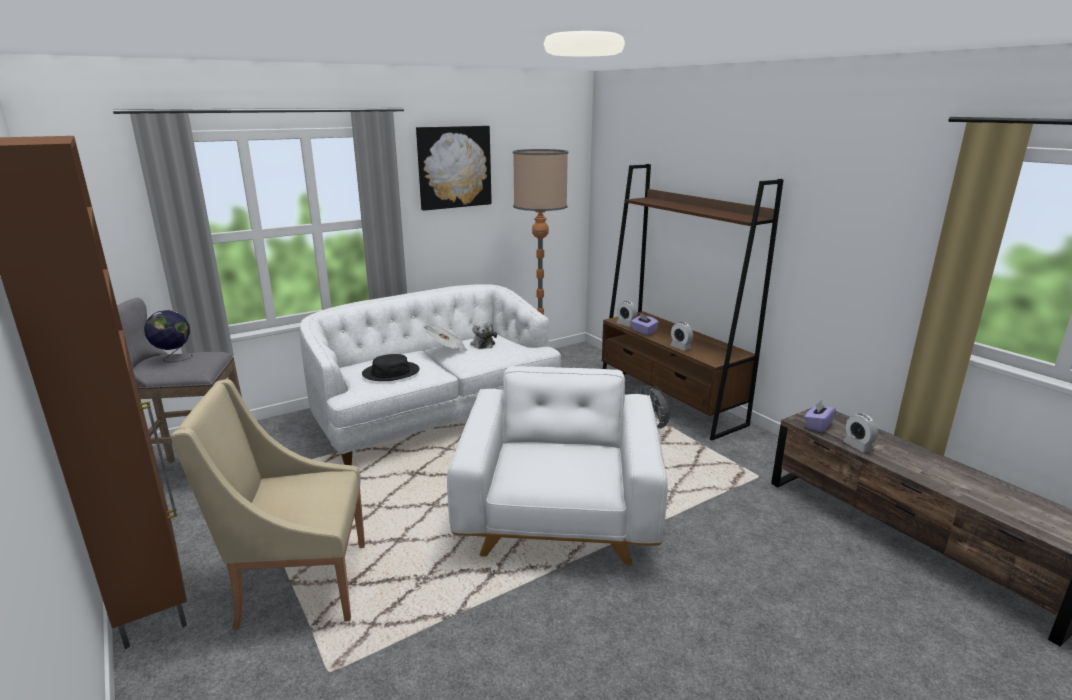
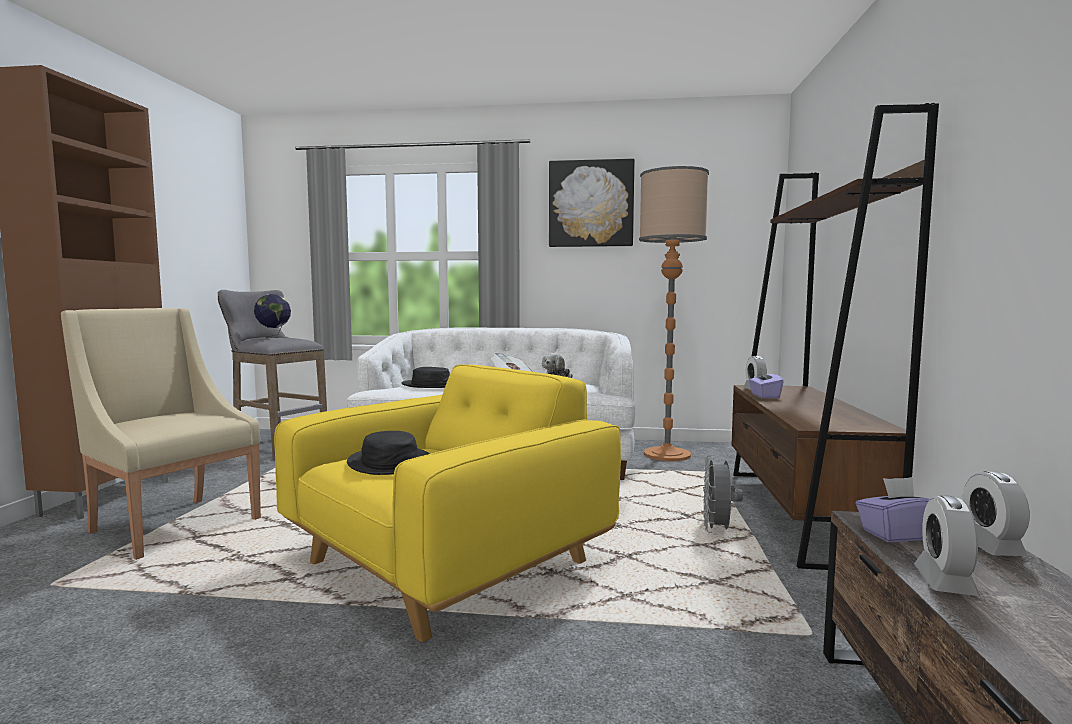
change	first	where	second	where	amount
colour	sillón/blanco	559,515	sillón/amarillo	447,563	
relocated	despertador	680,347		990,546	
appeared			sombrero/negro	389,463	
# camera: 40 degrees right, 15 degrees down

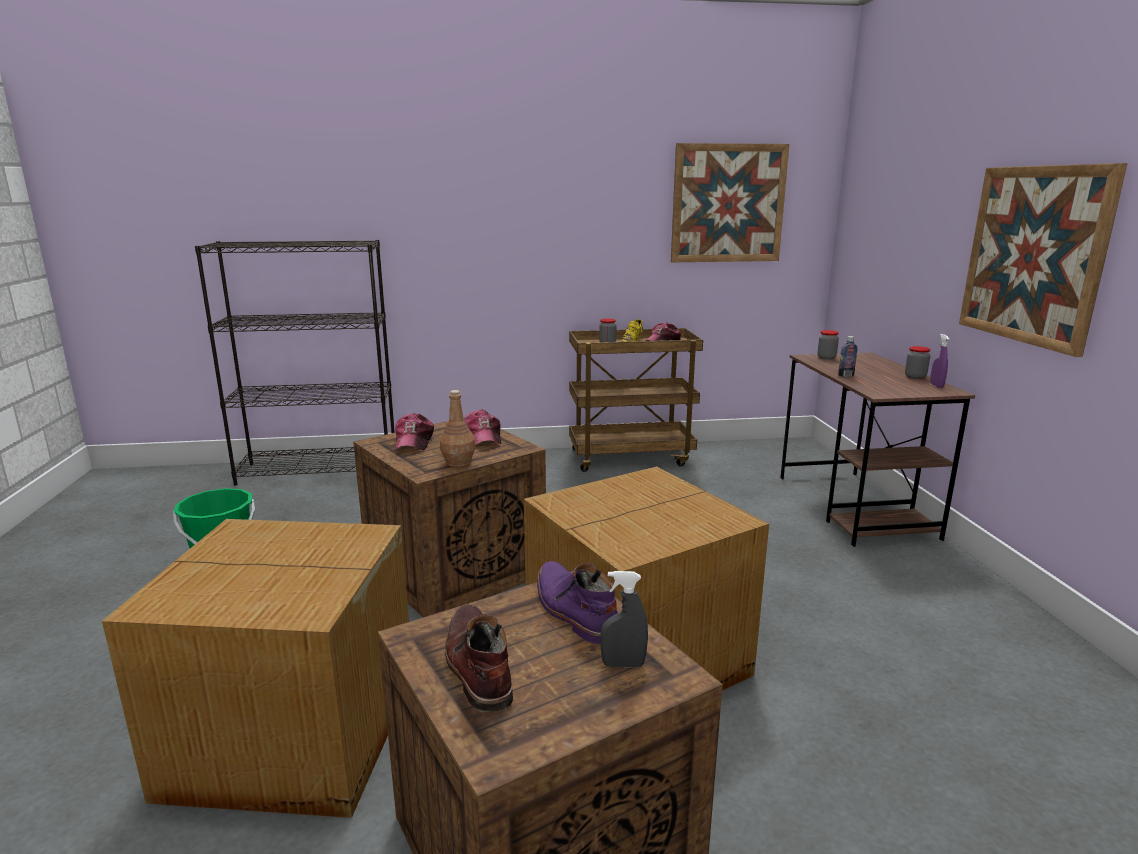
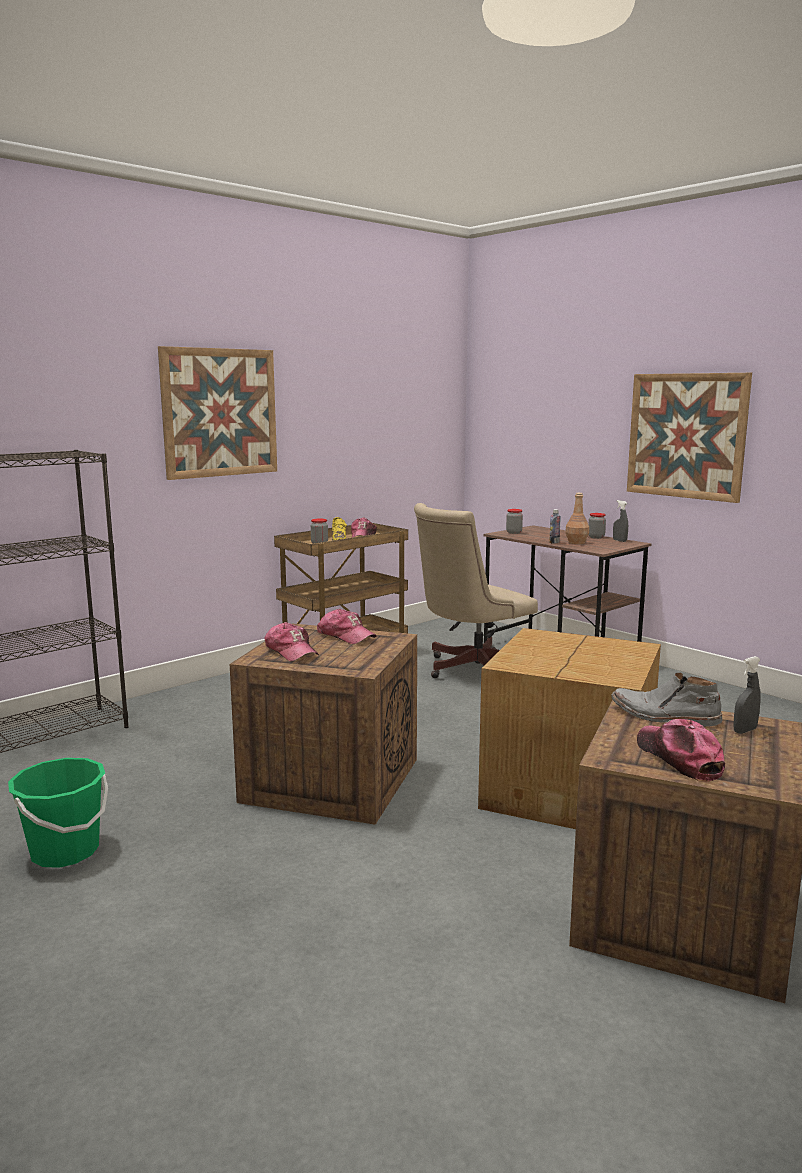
change	first	where	second	where	amount
missing	caja de cartón	296,735			
relocated	botella/marrón	458,462		576,542	
exchanged	bota/marrón	477,666	gorra	679,758	
colour	bota/morado	574,611	bota/gris	664,716	
relocated	cuadro	728,203		220,412	
colour	pulverizador/morado	936,385	pulverizador/gris	619,540	
appeared			silla de oficina/beis	470,670	
# camera: 35 degrees left, 5 degrees down

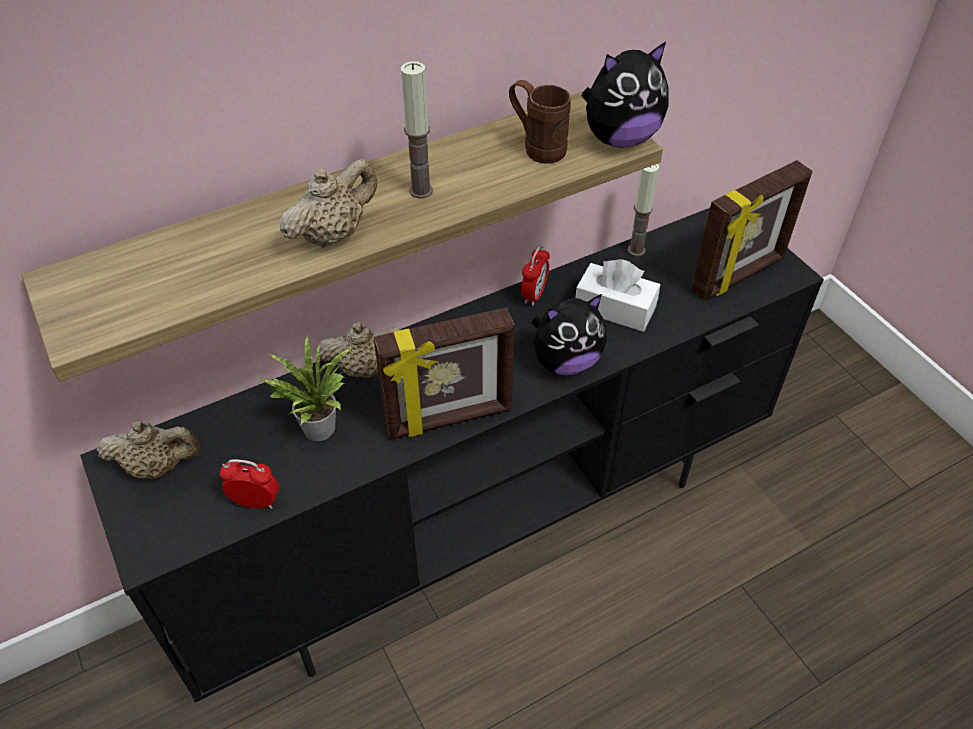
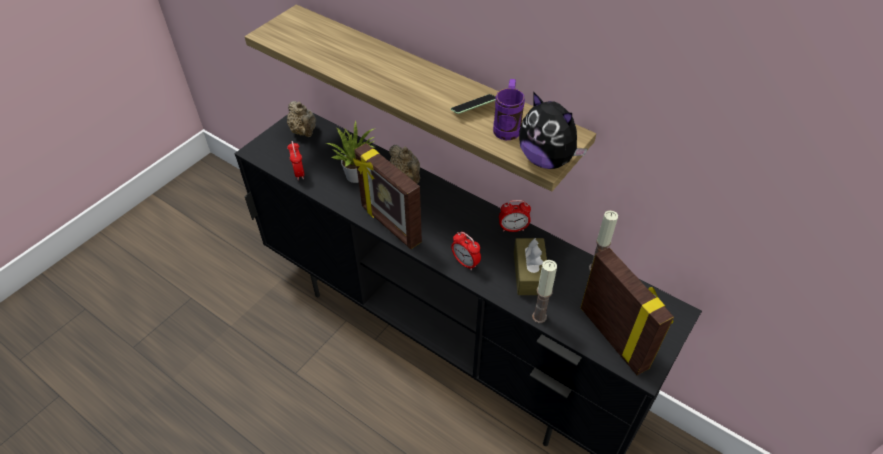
change	first	where	second	where	amount
missing	tetera/beis	333,234			
relocated	vela	421,190		539,317	
colour	taza grande/marrón	536,147	taza grande/morado	507,126	
exchanged	peluche	565,361	despertador	465,263	
colour	caja de pañuelos/blanco	615,308	caja de pañuelos/marrón	529,273	
spun	portarretratos	739,276		614,337	150 degrees counterclockwise
appeared			móvil	473,109	
# camera: 65 degrees right, 0 degrees up

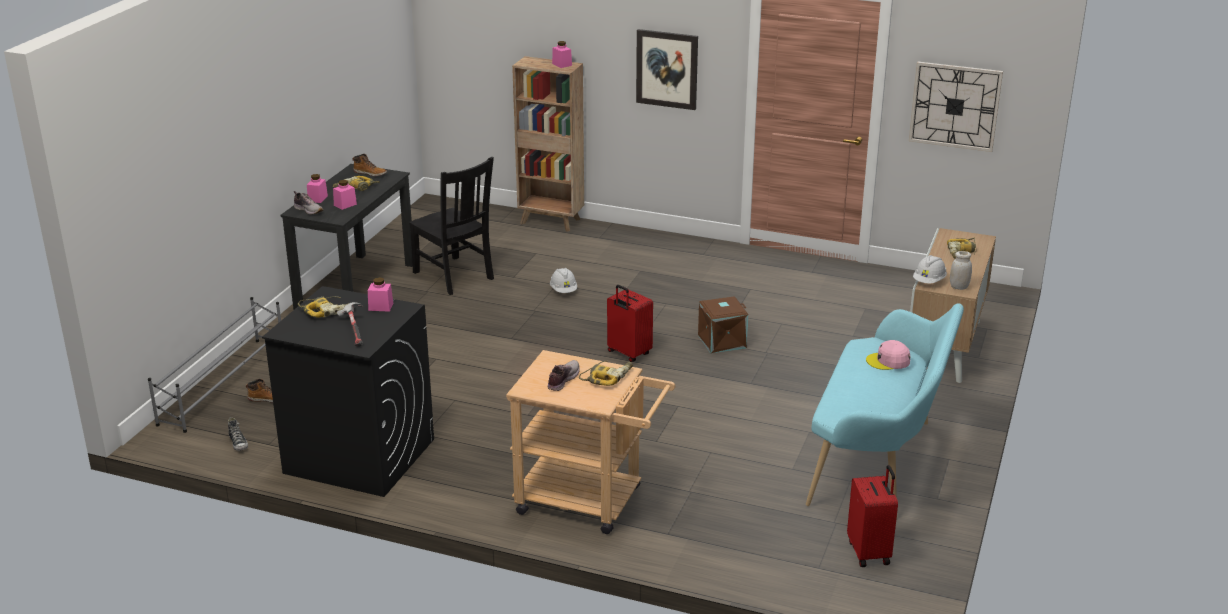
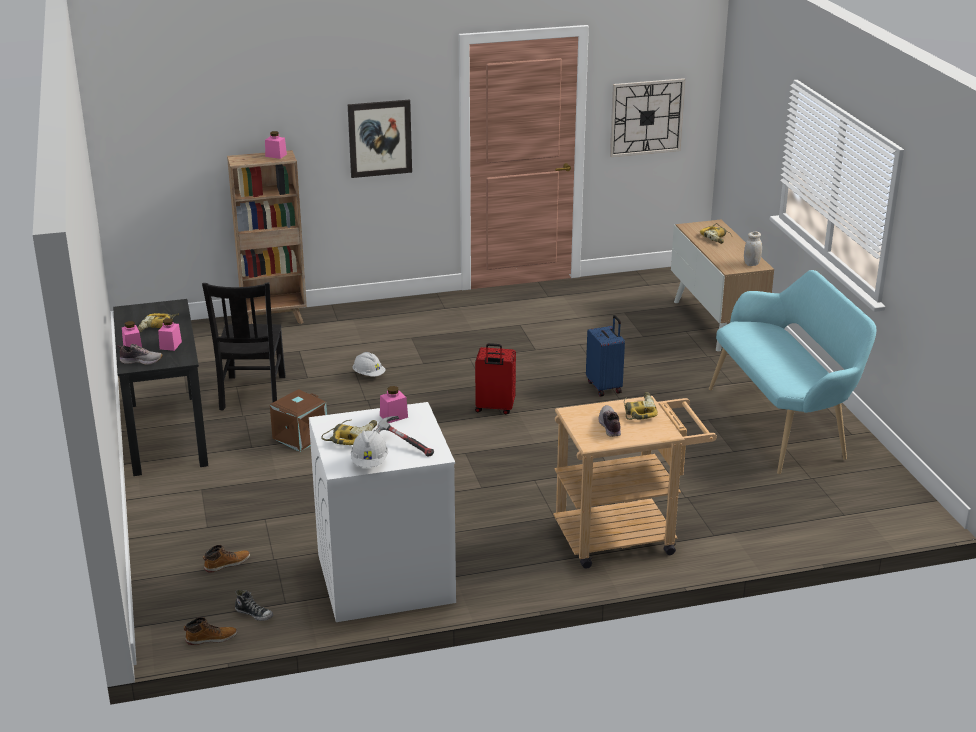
change	first	where	second	where	amount
missing	zapatero/gris	224,383			
colour	lavadora/negro	358,456	lavadora/blanco	384,578	
relocated	bota	370,173		211,638	
spun	silla/negro	454,276		252,394	75 degrees clockwise
relocated	caja de almacenaje/marrón	722,341		300,436	
missing	maleta/rojo	870,552			
missing	gorra/rosa	888,361			
relocated	casco/blanco	929,281		369,462	
appeared			maleta/azul	605,387	
# camera: 35 degrees left, 0 degrees up

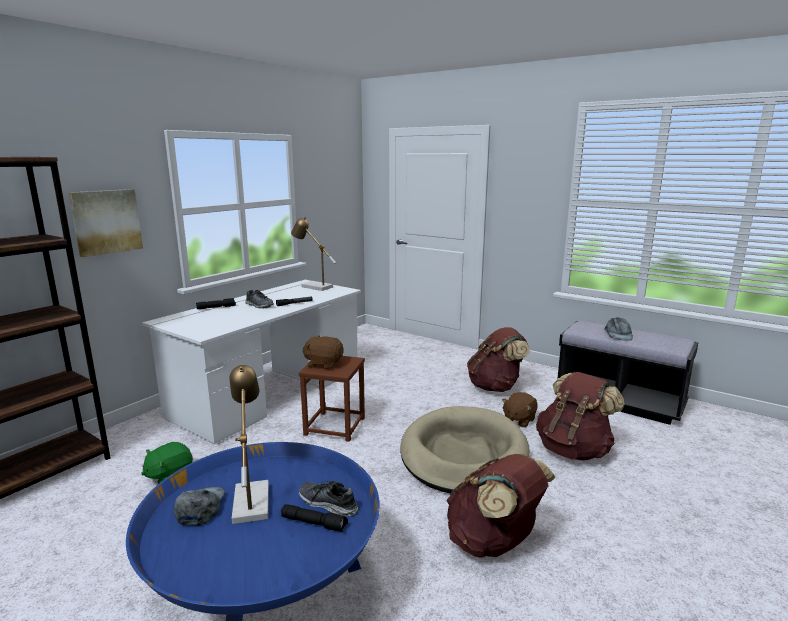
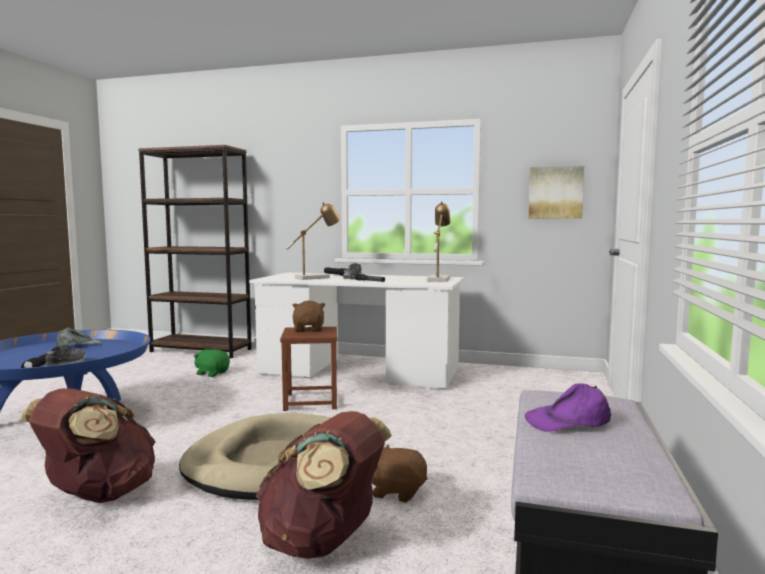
change	first	where	second	where	amount
relocated	cuadro	106,221		555,192	
relocated	lámpara de mesa	250,498		316,278	
missing	mochila/marrón	495,387			
colour	gorra/gris	618,334	gorra/morado	568,421	
# camera: 70 degrees right, 10 degrees down

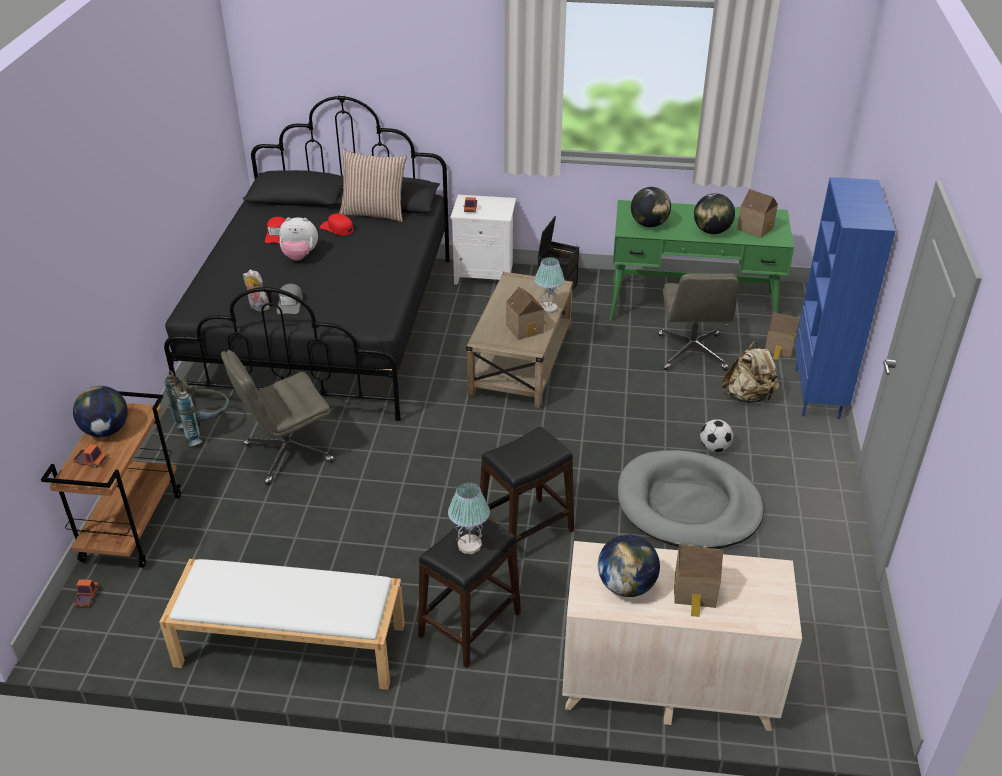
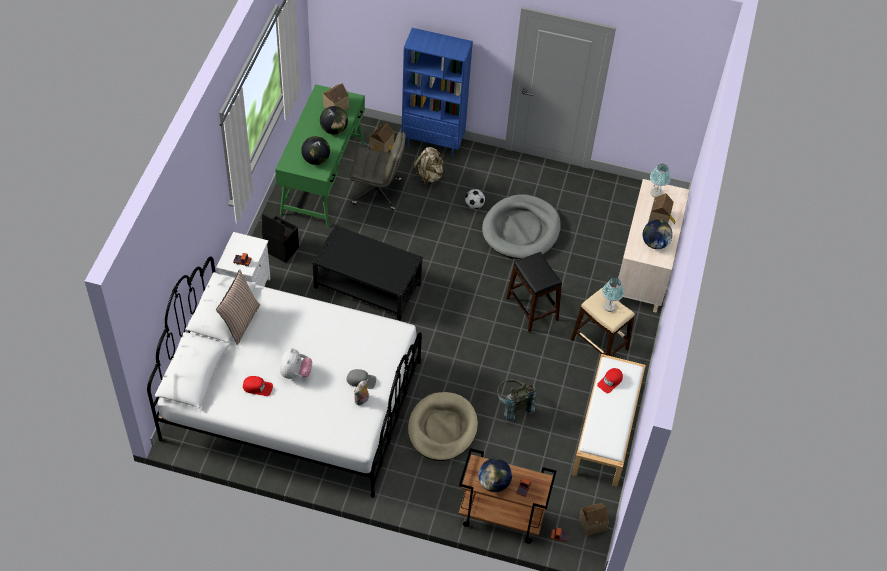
change	first	where	second	where	amount
colour	cama/negro	326,326	cama/blanco	293,400	
relocated	mochila/gris	204,428		512,406	
exchanged	silla de oficina/gris	287,454	cama para perro/beis	442,428	
relocated	gorra/rojo	337,228		610,381	
colour	taburete/negro	470,625	taburete/beis	599,344	
colour	mesa de centro/beis	521,362	mesa de centro/negro	367,285	
relocated	casita	526,328		591,523	
relocated	lámpara de mesa	548,308		656,193	
# camera: 85 degrees left, 15 degrees up

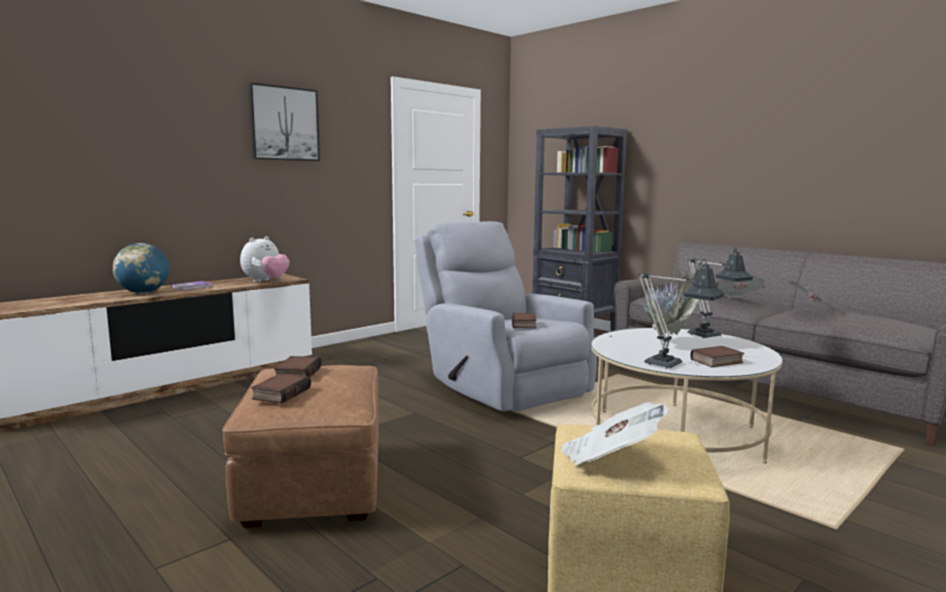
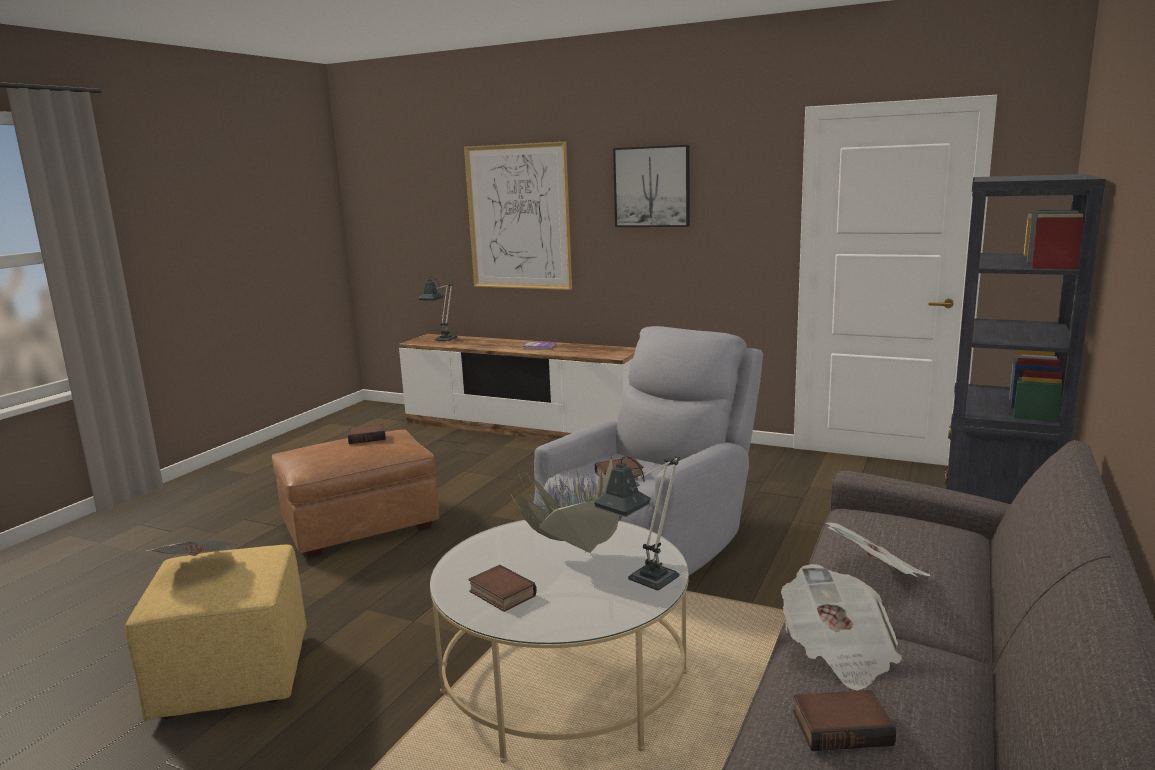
change	first	where	second	where	amount
missing	globo terráqueo	143,293			
missing	peluche	265,281			
relocated	libro	281,393		842,726	
relocated	lámpara de mesa	671,365		443,341	
appeared			cuadro	518,217	
# camera: 70 degrees right, 5 degrees up

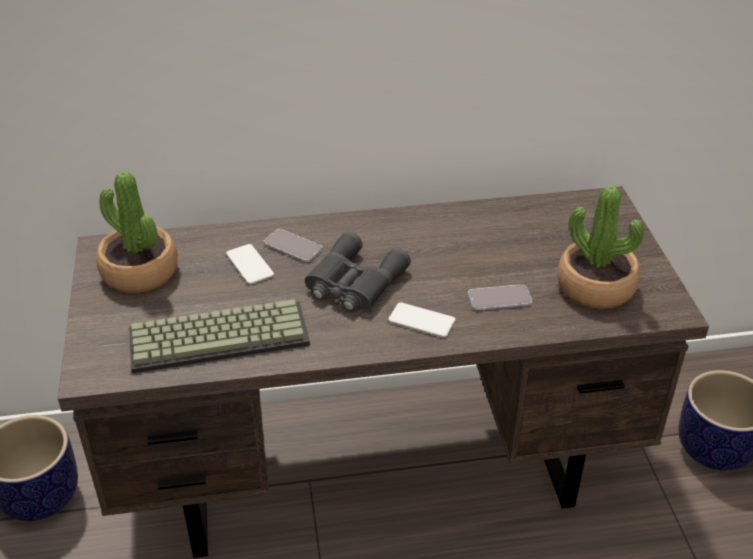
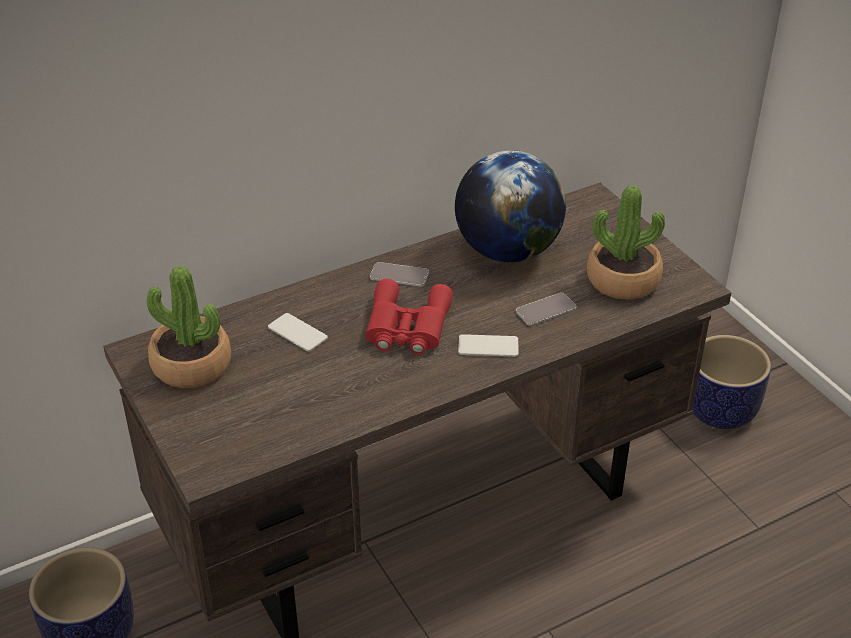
change	first	where	second	where	amount
missing	teclado	220,335			
relocated	móvil	293,246		399,275	
colour	prismáticos/gris	353,283	prismáticos/rojo	406,327	
appeared			globo terráqueo	507,251	
# camera: 20 degrees left, 0 degrees up

